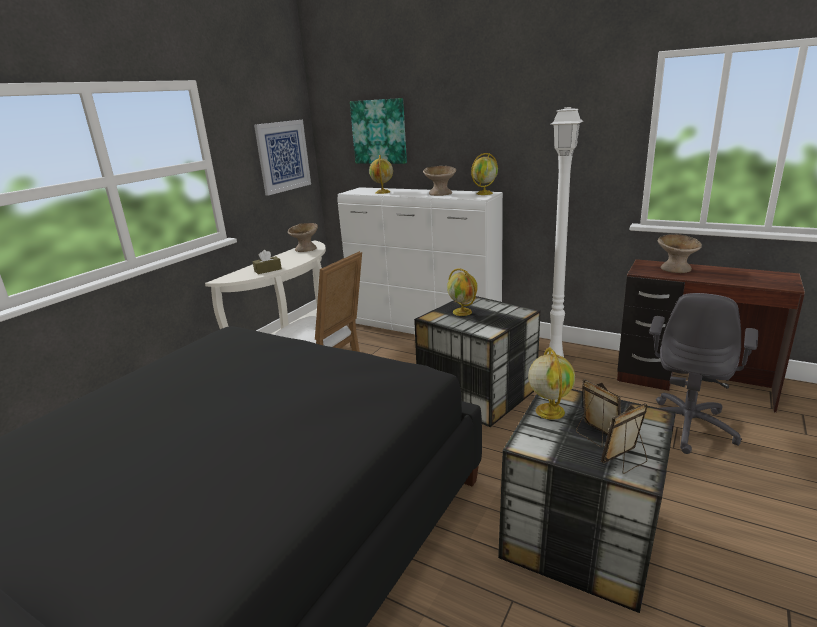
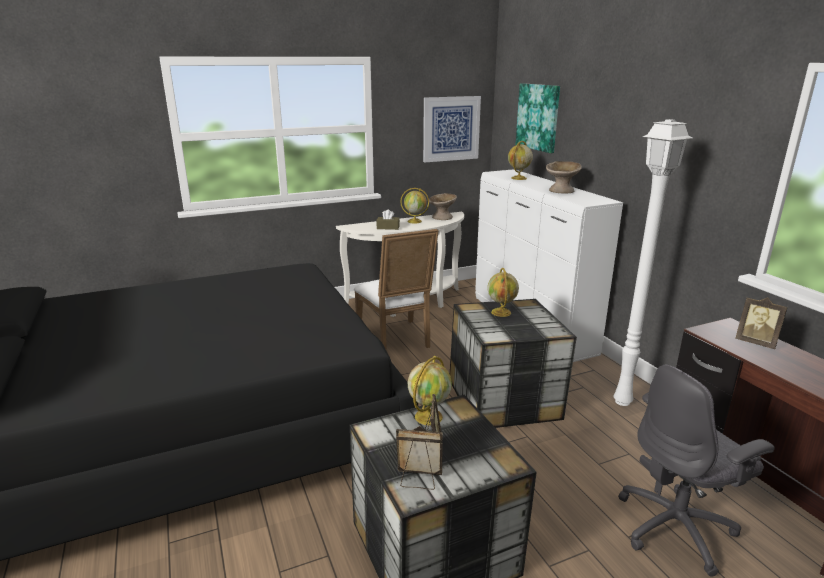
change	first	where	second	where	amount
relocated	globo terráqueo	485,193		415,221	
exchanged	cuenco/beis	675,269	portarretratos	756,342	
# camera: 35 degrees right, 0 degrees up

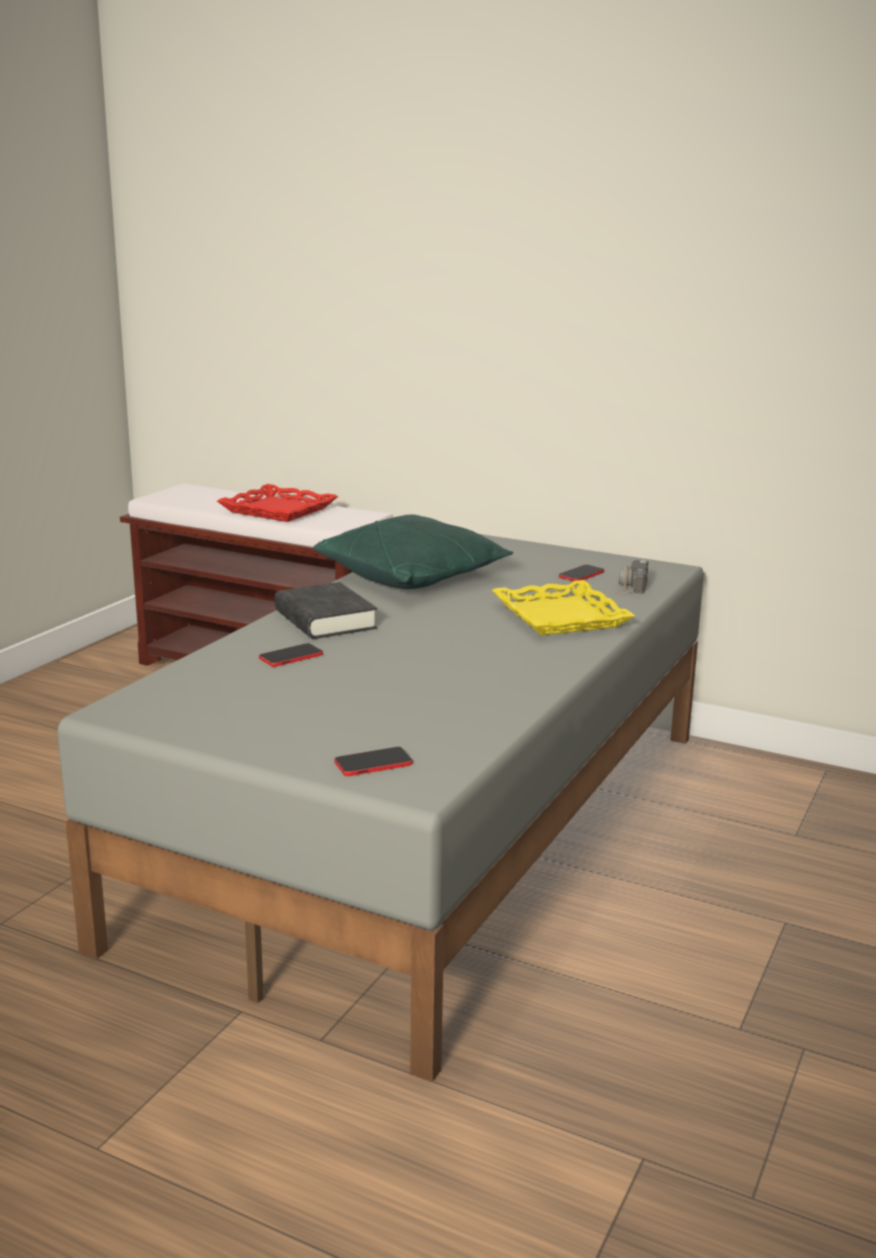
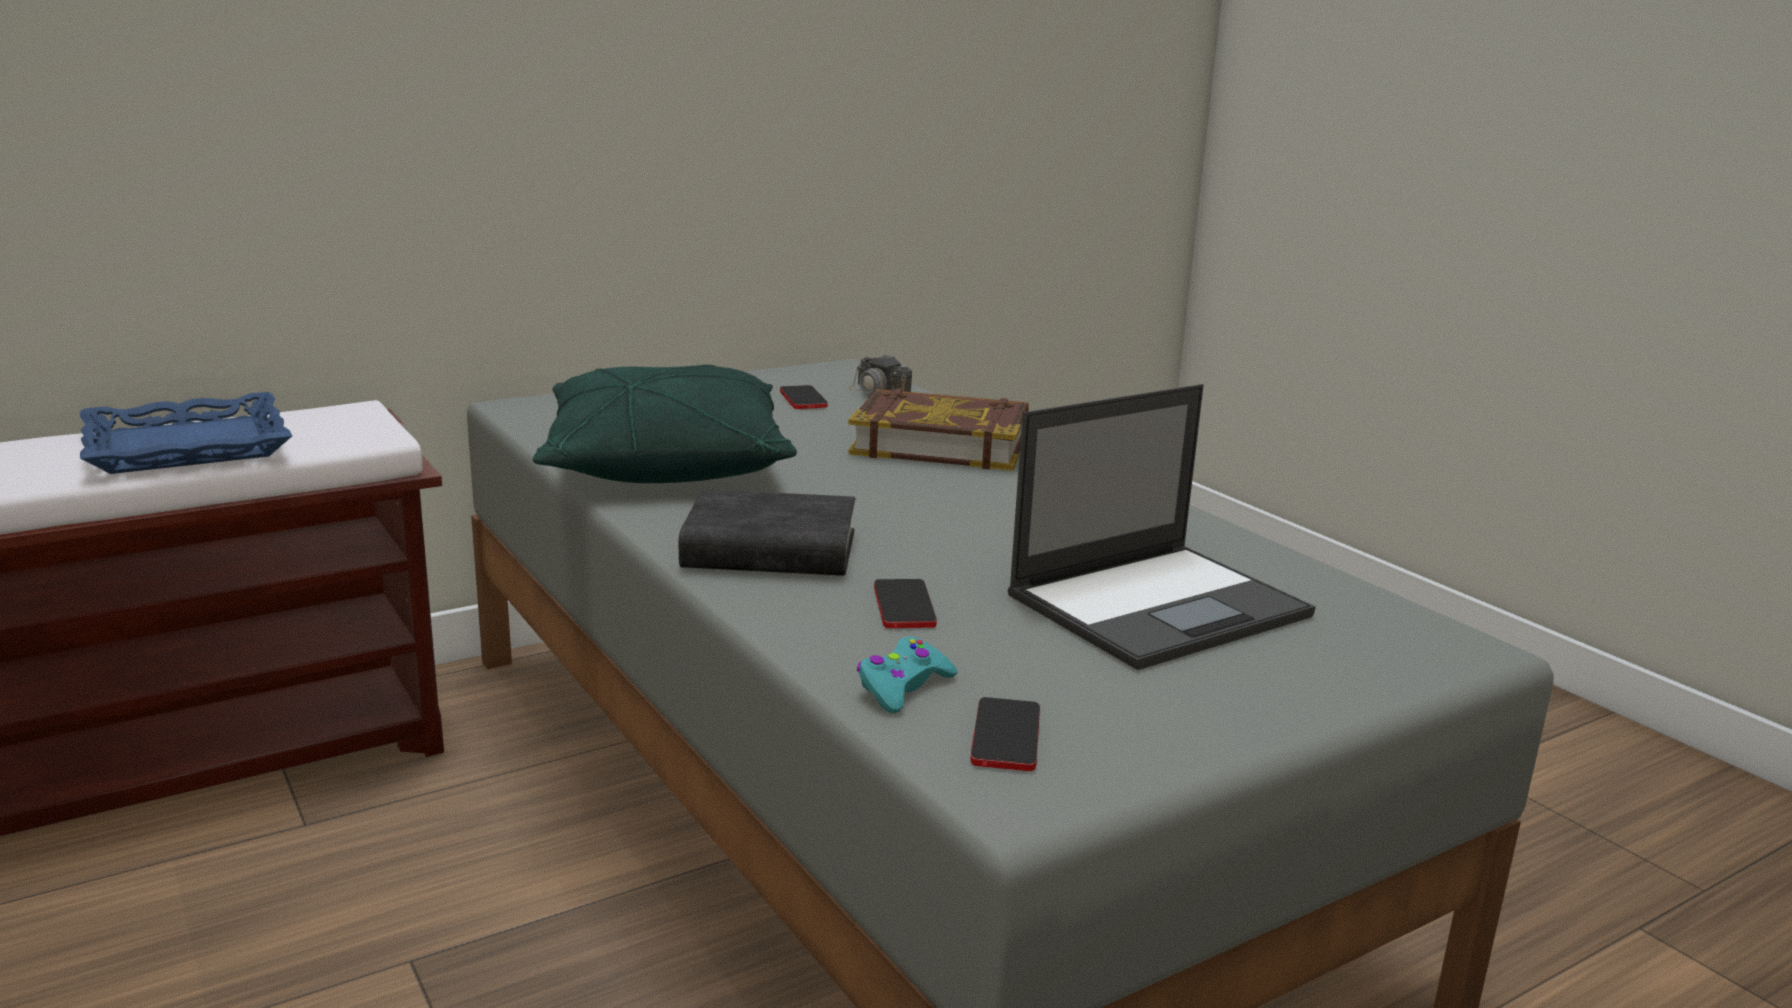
change	first	where	second	where	amount
colour	bandeja/rojo	279,510	bandeja/azul	188,446	
relocated	móvil	373,763		1005,736	
exchanged	bandeja/amarillo	561,617	libro	940,443	
appeared			mando de consola/turquesa	903,687	
appeared			portátil	1160,604	
# camera: 60 degrees left, 0 degrees up

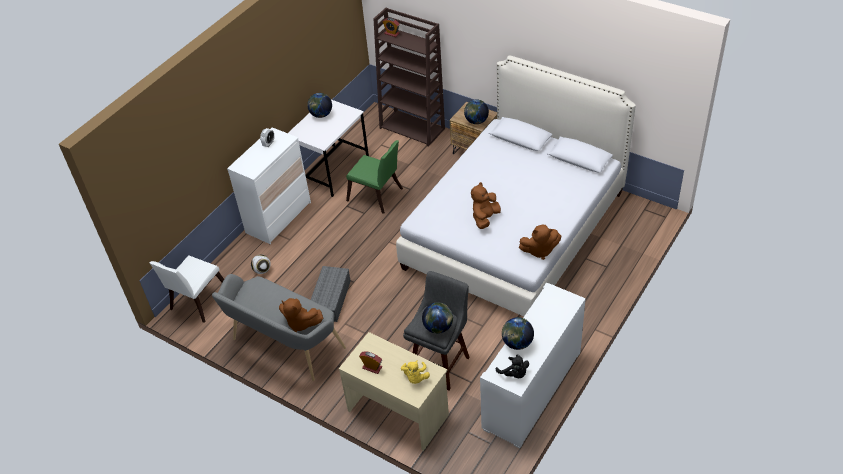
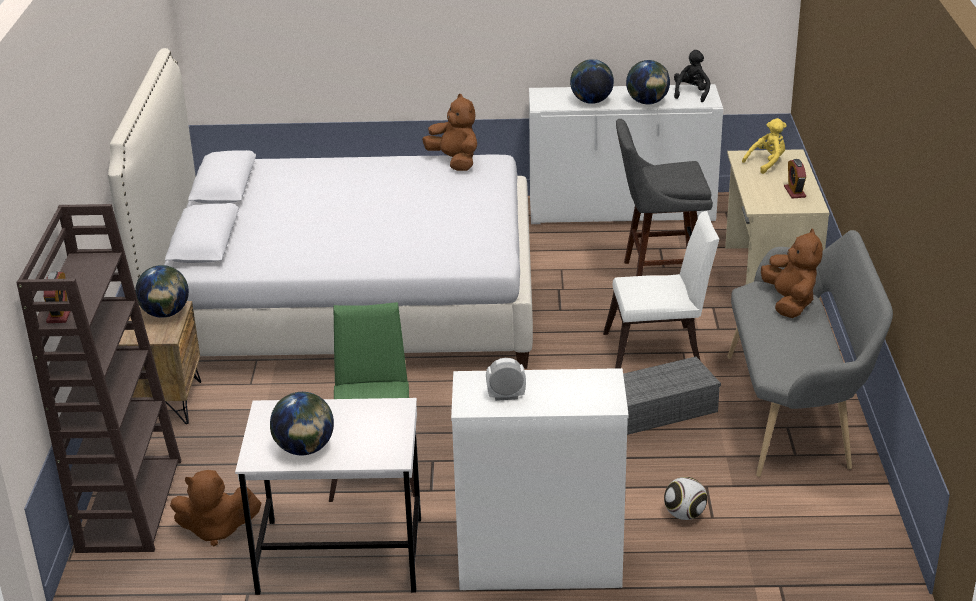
change	first	where	second	where	amount
relocated	silla/blanco	198,302		659,351	
relocated	globo terráqueo	438,327		591,102	
relocated	peluche/marrón	485,218		216,530	
# camera: 125 degrees left, 15 degrees down

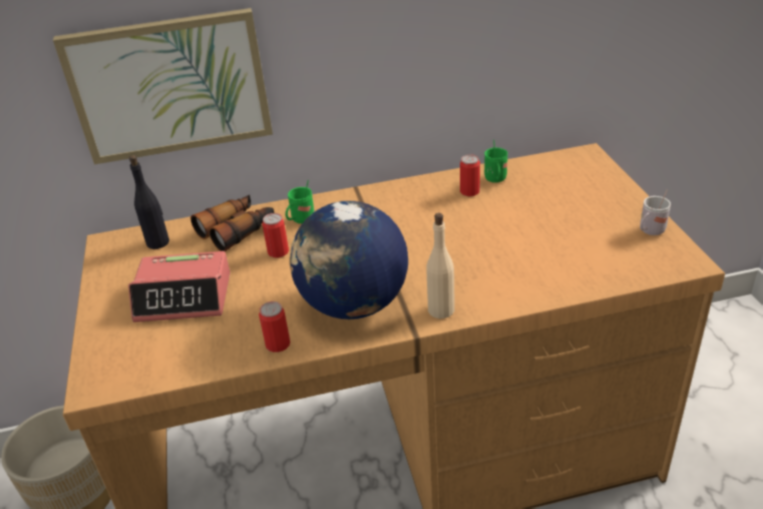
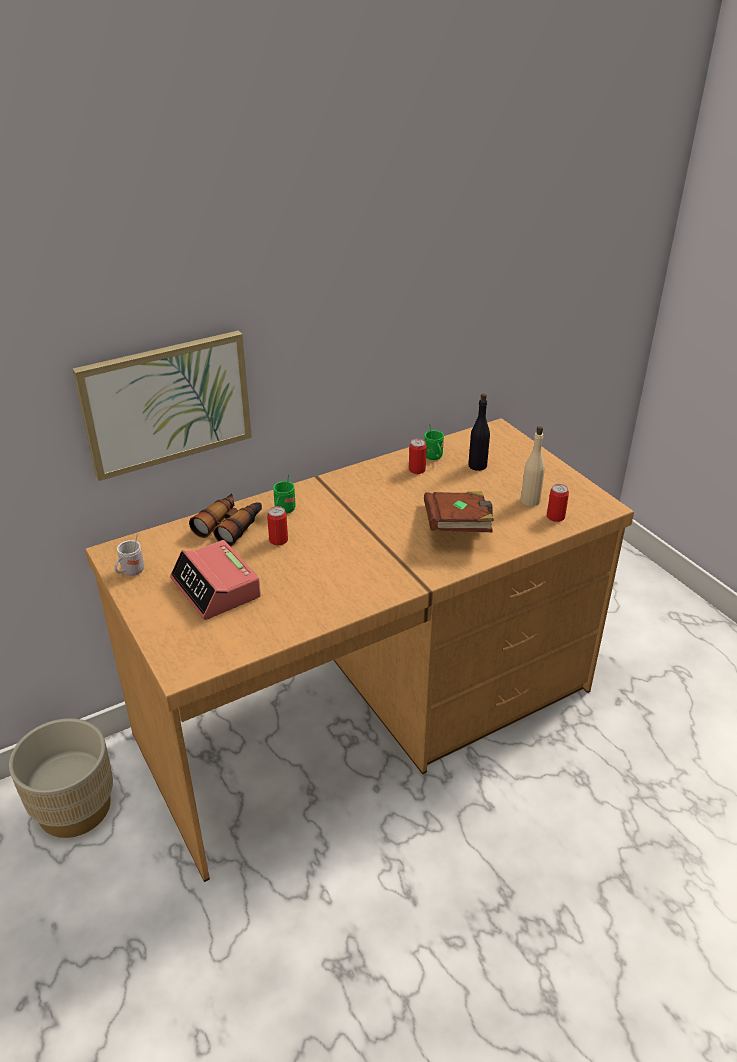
change	first	where	second	where	amount
spun	despertador	184,297		216,588	75 degrees clockwise
relocated	botella/negro	158,242		477,465	
relocated	lata	278,344		555,517	
missing	globo terráqueo	353,305			
relocated	botella/beis	441,310		530,500	
relocated	taza grande/blanco	649,232		130,572	
appeared			libro/marrón	458,527	
# camera: 20 degrees left, 0 degrees up

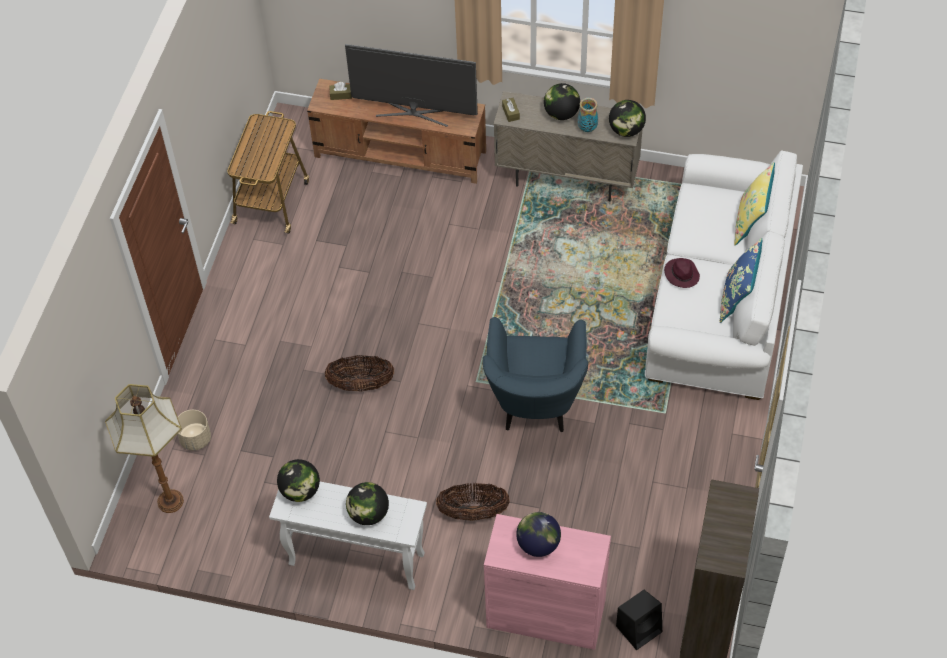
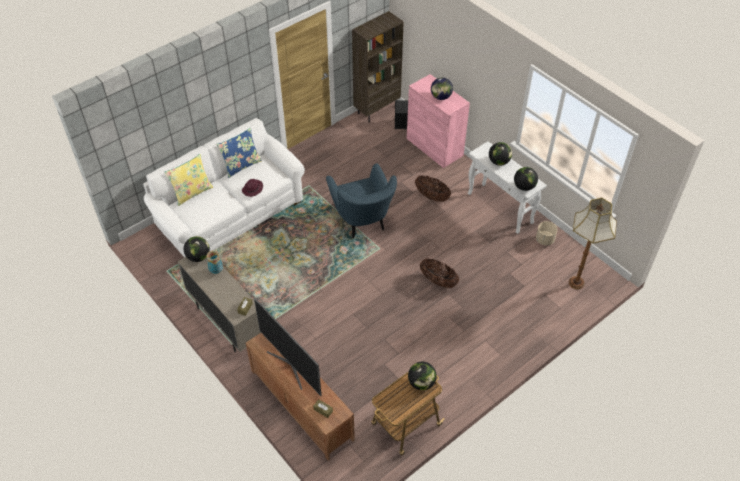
change	first	where	second	where	amount
relocated	maceta/beis	195,439		545,240	
spun	sillón/azul	535,405		362,221	120 degrees clockwise
relocated	globo terráqueo	561,114		421,383	
# camera: 145 degrees left, 5 degrees down

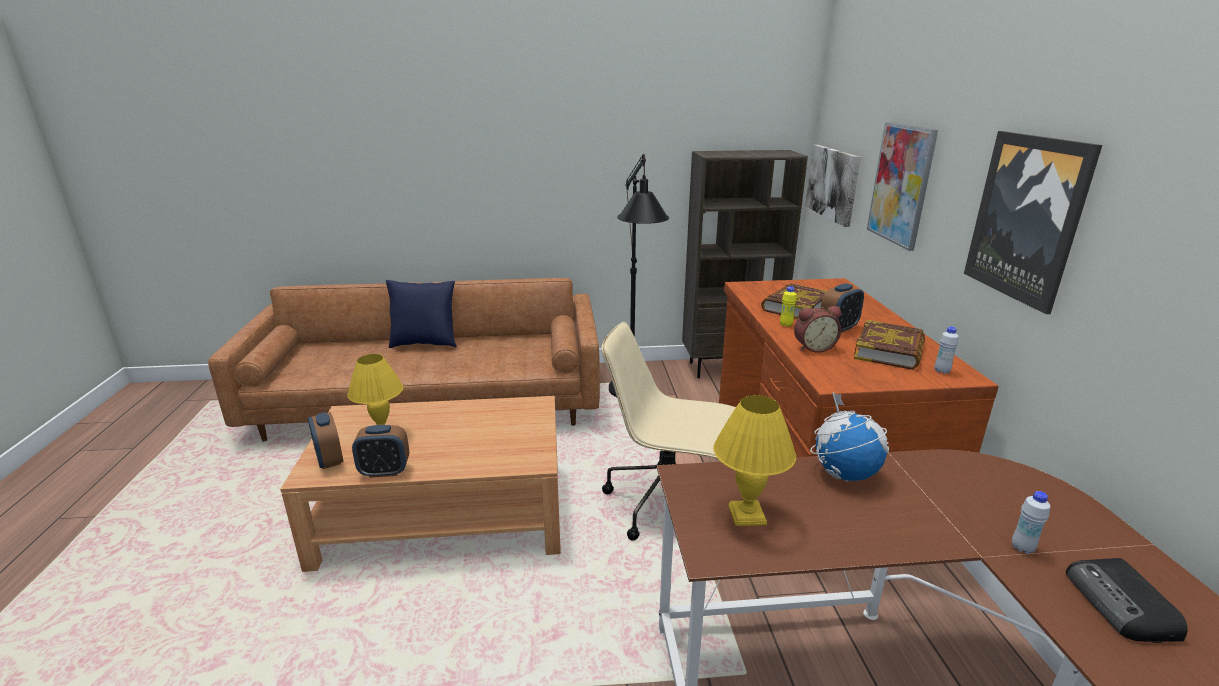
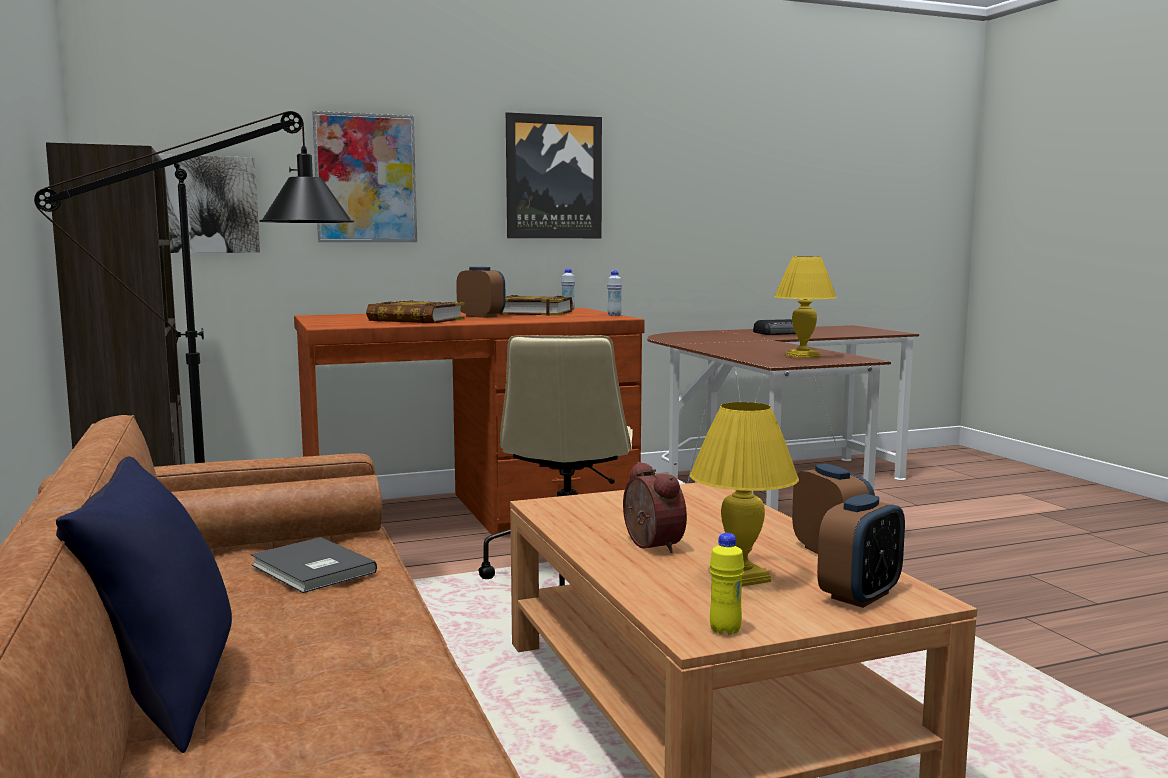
change	first	where	second	where	amount
relocated	botella/amarillo	786,325		725,630	
relocated	despertador	813,347		649,545	
missing	globo terráqueo	844,473			
relocated	botella/blanco	1022,548		614,315	
appeared			libro/gris	311,570	
# camera: 105 degrees left, 15 degrees down

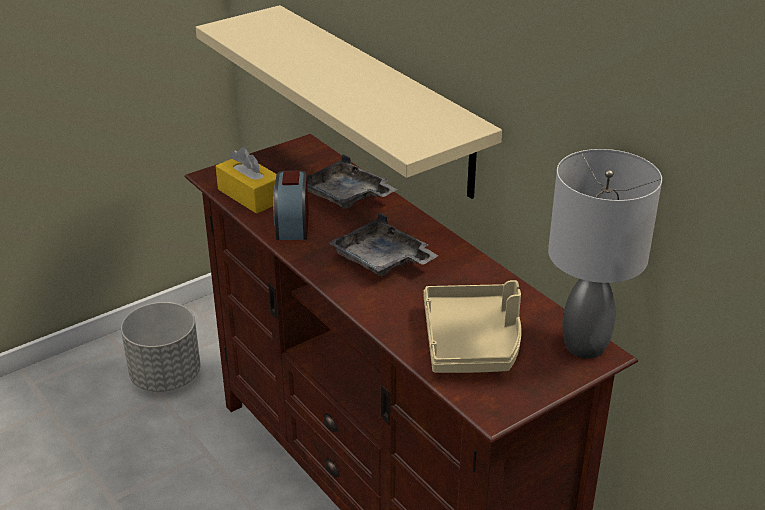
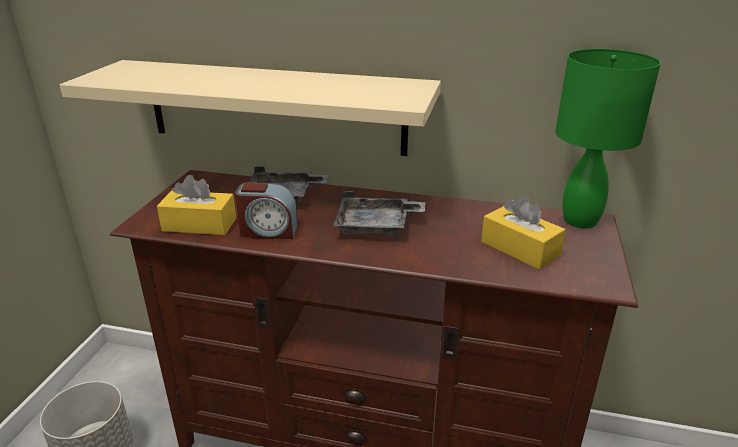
change	first	where	second	where	amount
spun	despertador	292,224		268,231	45 degrees counterclockwise
exchanged	bandeja/beis	473,341	caja de pañuelos/amarillo	520,249	
colour	lámpara de mesa/gris	584,344	lámpara de mesa/verde	578,220	
# camera: 40 degrees left, 5 degrees down

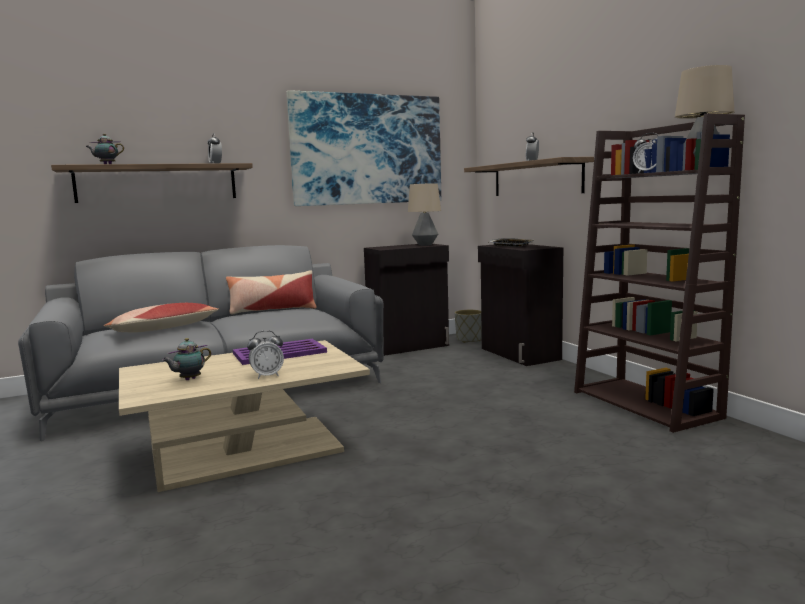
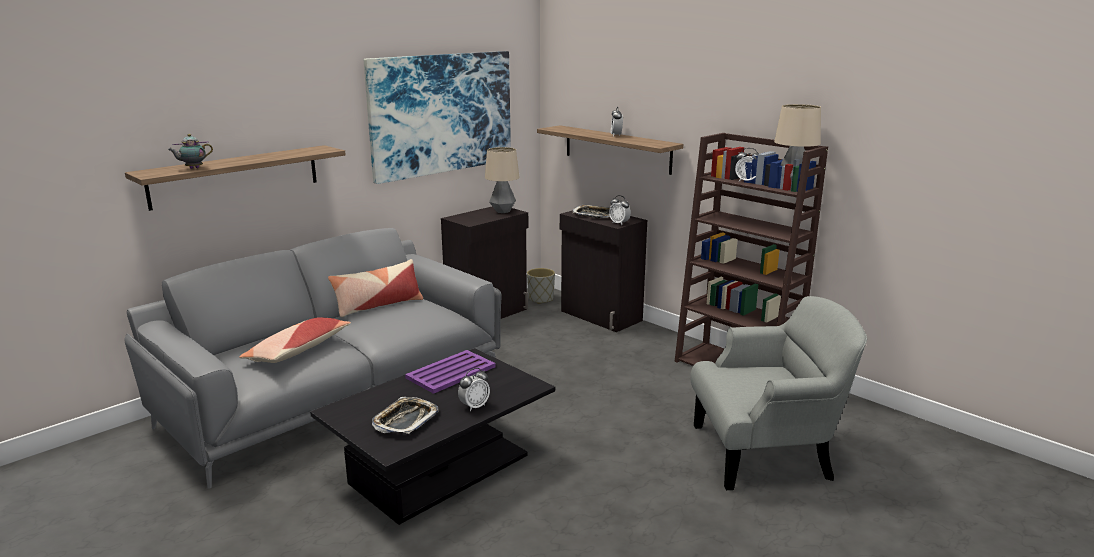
change	first	where	second	where	amount
colour	mesa de centro/beis	247,452	mesa de centro/negro	440,469	
exchanged	tetera	188,379	bandeja	405,420	
relocated	despertador	216,164		619,223	
appeared			sillón/gris	765,453	
# camera: 20 degrees left, 10 degrees up

